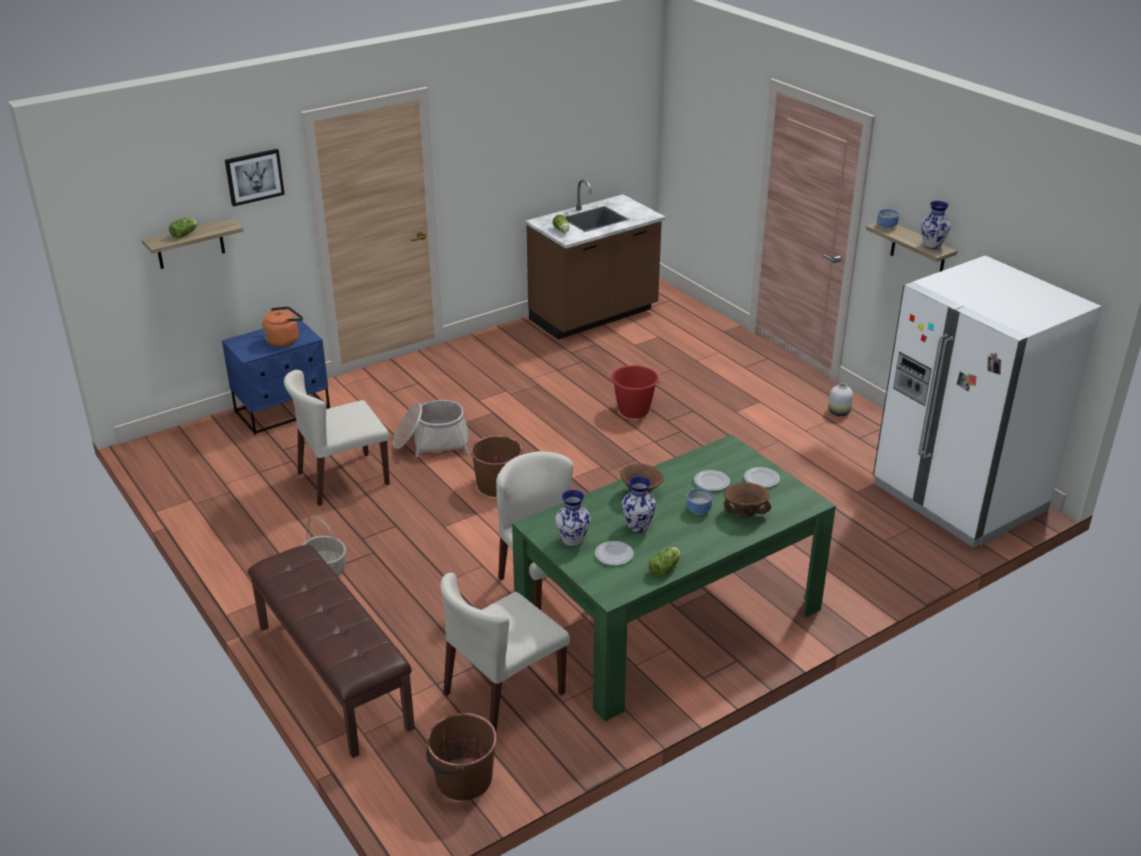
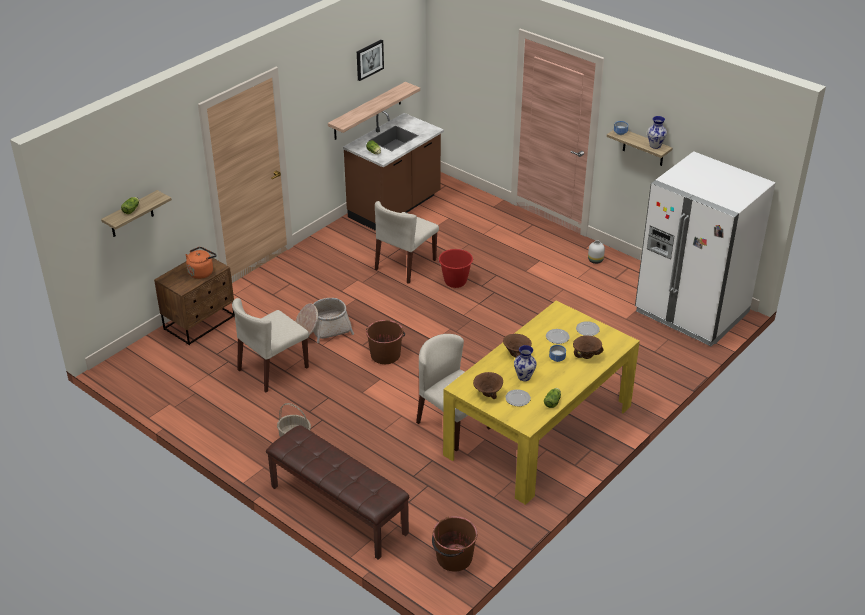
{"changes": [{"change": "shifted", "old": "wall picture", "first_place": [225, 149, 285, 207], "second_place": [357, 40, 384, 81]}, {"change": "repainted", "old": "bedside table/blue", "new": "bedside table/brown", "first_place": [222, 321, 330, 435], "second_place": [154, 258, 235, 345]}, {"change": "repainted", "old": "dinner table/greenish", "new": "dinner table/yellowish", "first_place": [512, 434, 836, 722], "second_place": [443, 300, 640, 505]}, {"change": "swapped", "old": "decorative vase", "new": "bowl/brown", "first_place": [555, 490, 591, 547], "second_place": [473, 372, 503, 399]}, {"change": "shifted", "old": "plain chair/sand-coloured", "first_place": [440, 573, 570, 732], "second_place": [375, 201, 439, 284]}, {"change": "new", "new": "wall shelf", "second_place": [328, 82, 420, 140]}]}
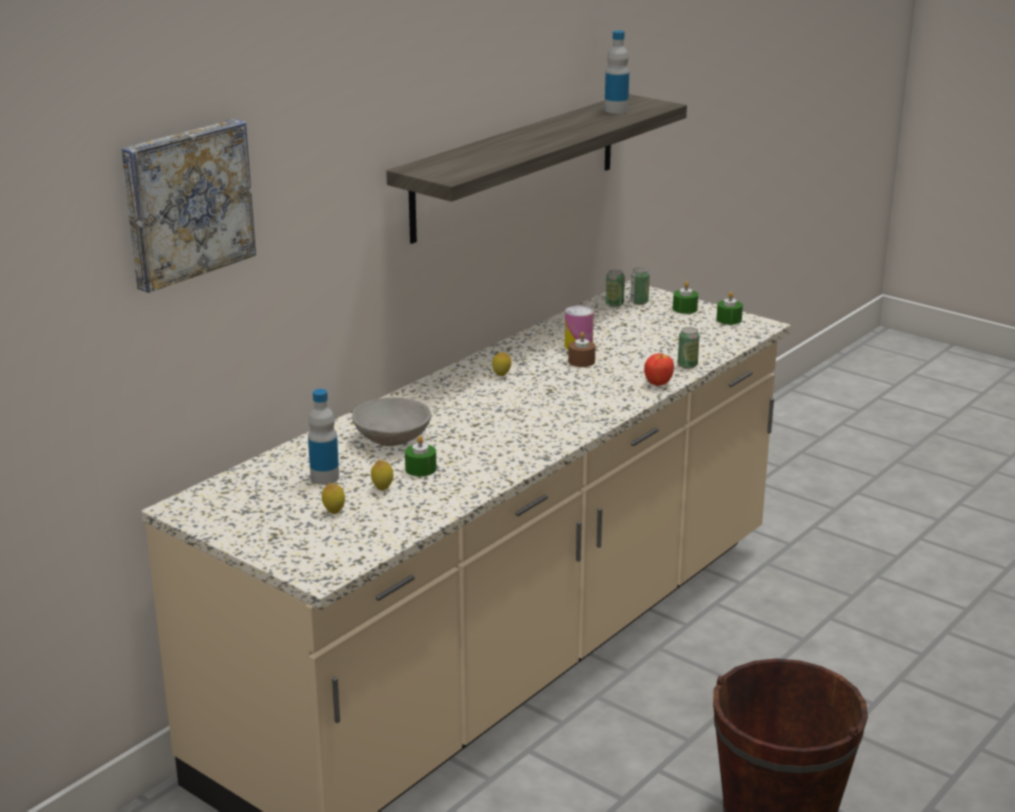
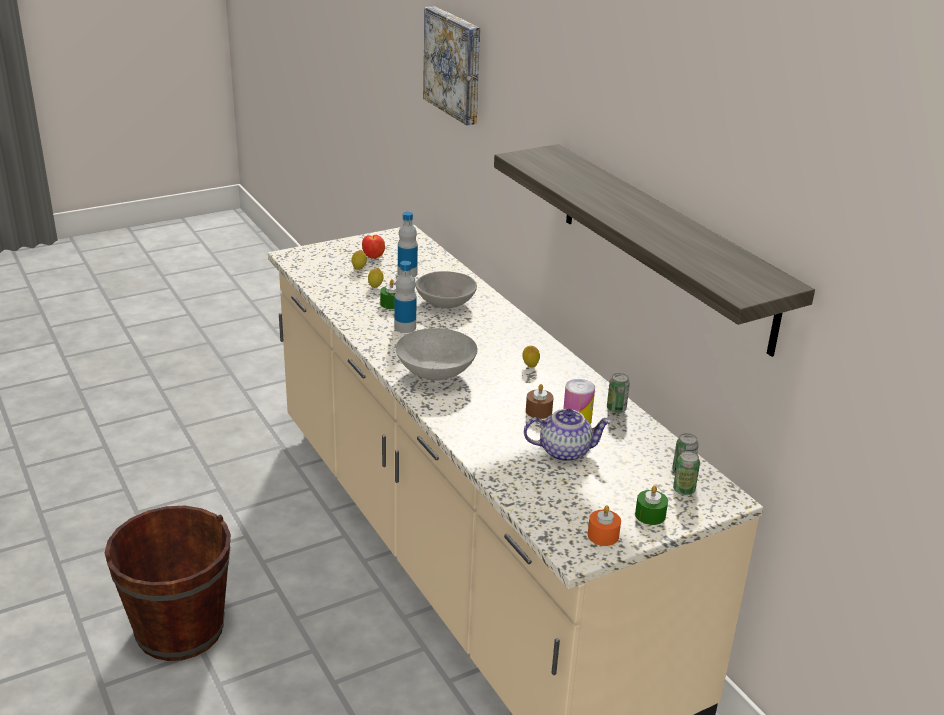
{"changes": [{"change": "shifted", "old": "beverage bottle", "first_place": [604, 30, 629, 114], "second_place": [395, 261, 416, 333]}, {"change": "repainted", "old": "wax candle/greenish", "new": "wax candle/orange", "first_place": [716, 292, 743, 325], "second_place": [588, 505, 621, 546]}, {"change": "shifted", "old": "can", "first_place": [678, 327, 699, 369], "second_place": [607, 373, 630, 413]}, {"change": "shifted", "old": "apple fruit", "first_place": [644, 353, 674, 386], "second_place": [362, 235, 385, 259]}, {"change": "new", "new": "bowl/grey", "second_place": [396, 328, 478, 381]}, {"change": "new", "new": "tea pot", "second_place": [524, 409, 612, 462]}]}
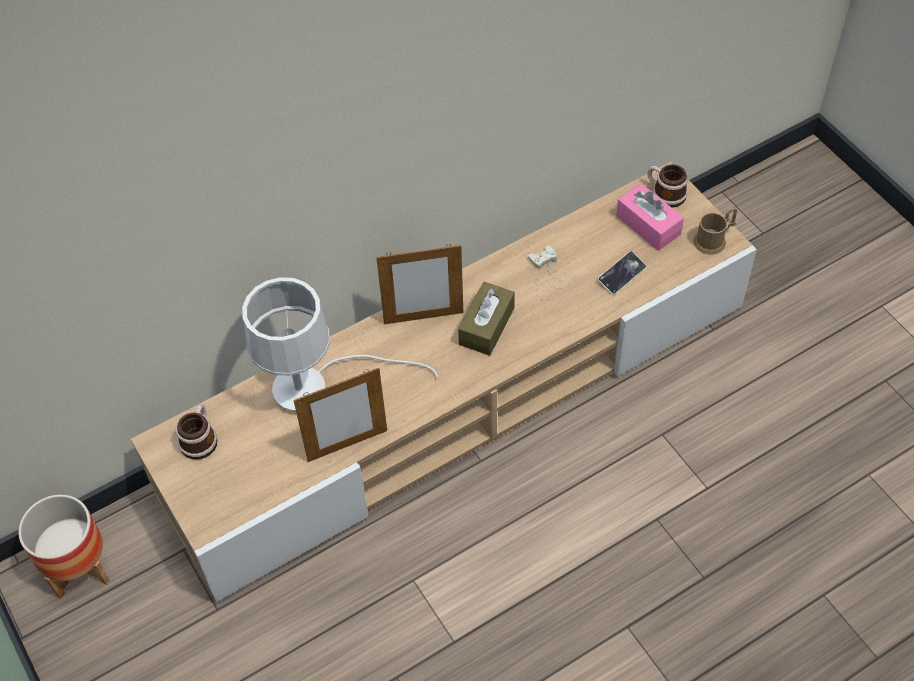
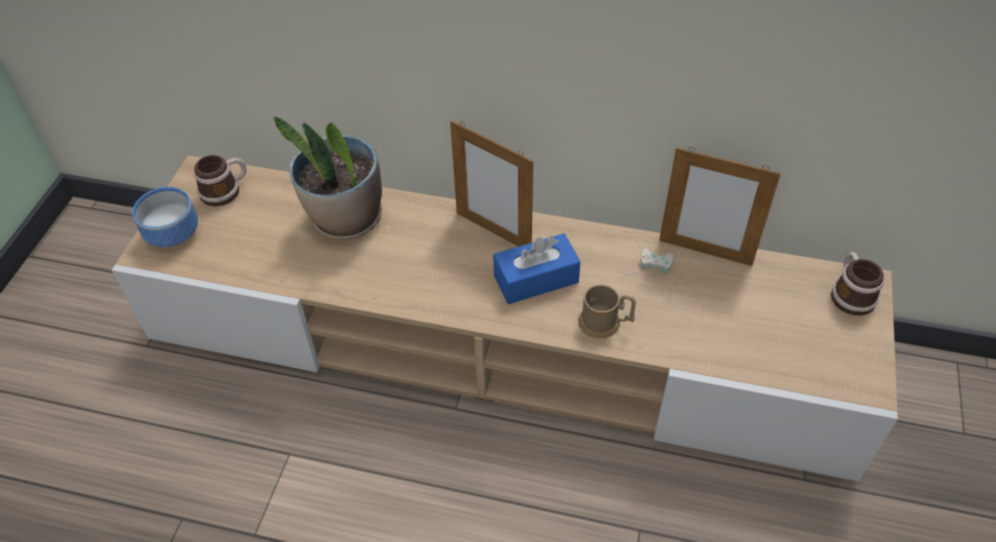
{"changes": [{"change": "gone", "old": "tissue holder/pink", "first_place": [616, 183, 684, 251]}, {"change": "shifted", "old": "tea mug/brown", "first_place": [693, 208, 737, 255], "second_place": [578, 285, 636, 339]}, {"change": "gone", "old": "telephone", "first_place": [598, 251, 647, 295]}, {"change": "swapped", "old": "table lamp/white", "new": "houseplant", "first_place": [242, 277, 438, 411], "second_place": [273, 116, 382, 240]}, {"change": "repainted", "old": "tissue holder/brown", "new": "tissue holder/blue", "first_place": [458, 282, 515, 356], "second_place": [493, 233, 581, 304]}, {"change": "shifted", "old": "standing frame", "first_place": [294, 368, 387, 462], "second_place": [659, 147, 781, 266]}, {"change": "gone", "old": "flower pot", "first_place": [18, 495, 110, 599]}, {"change": "new", "new": "bowl", "second_place": [132, 187, 198, 247]}]}
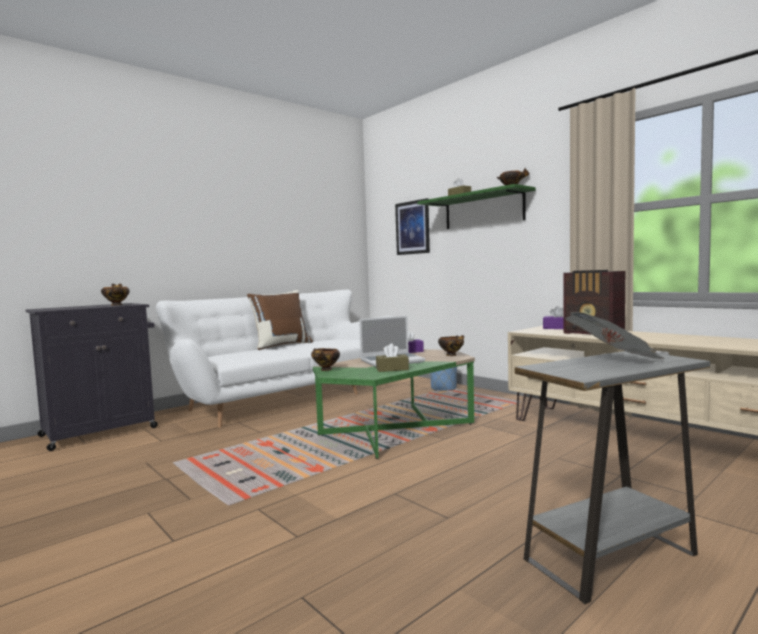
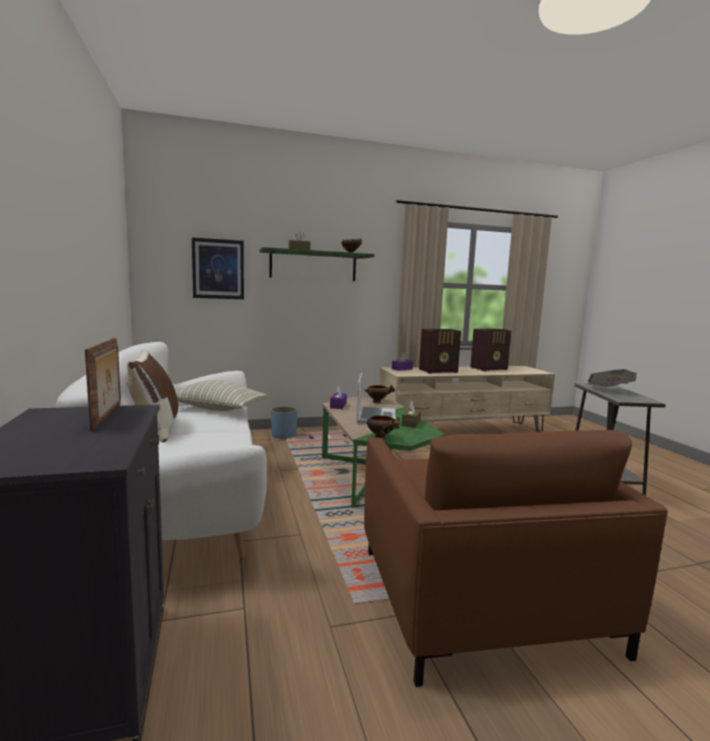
{"changes": [{"change": "swapped", "old": "bowl", "new": "standing frame", "first_place": [101, 284, 130, 306], "second_place": [85, 338, 121, 432]}, {"change": "new", "new": "radio", "second_place": [470, 329, 511, 371]}, {"change": "new", "new": "throw pillow", "second_place": [175, 380, 267, 411]}, {"change": "new", "new": "lounge chair/brown", "second_place": [364, 430, 668, 687]}]}
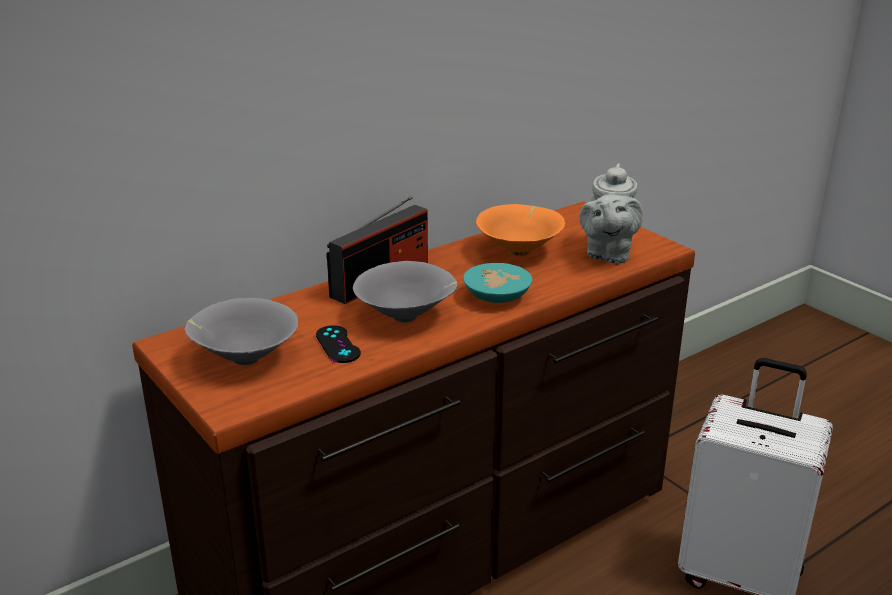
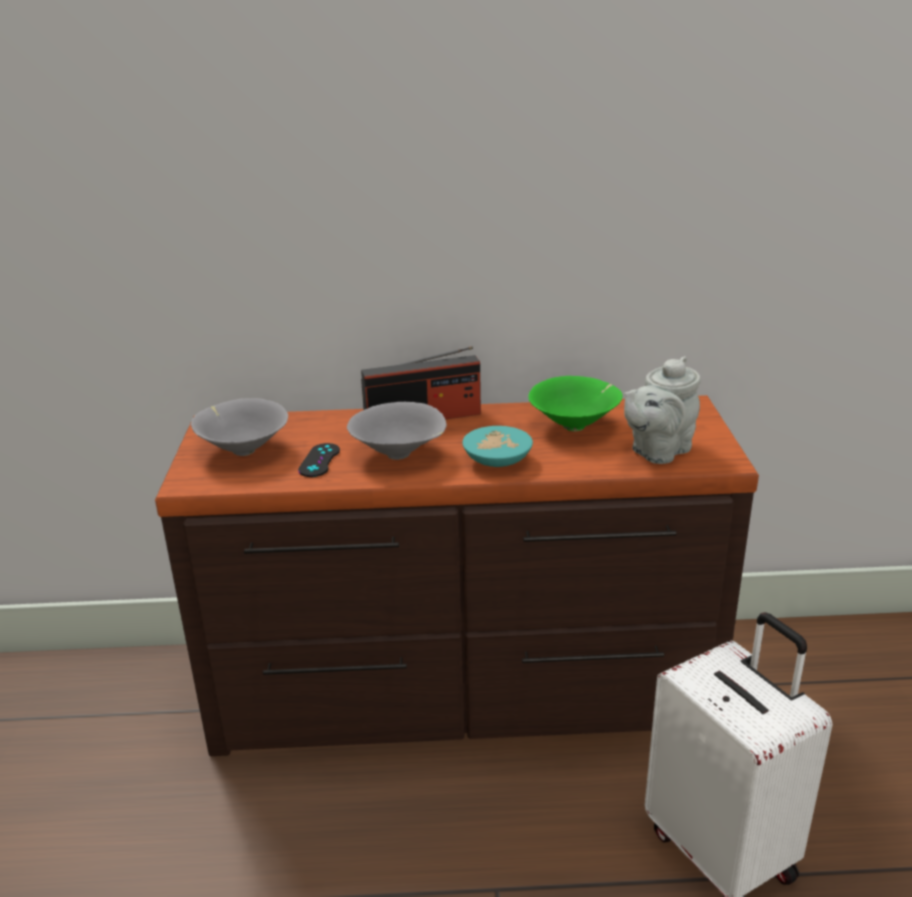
{"changes": [{"change": "repainted", "old": "bowl/orange", "new": "bowl/greenish", "first_place": [476, 204, 565, 256], "second_place": [528, 376, 623, 431]}]}
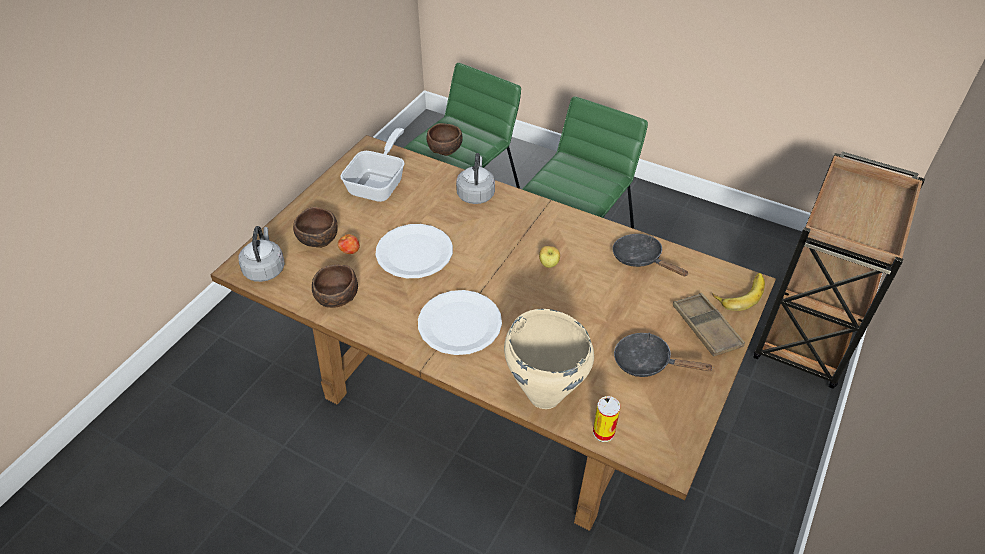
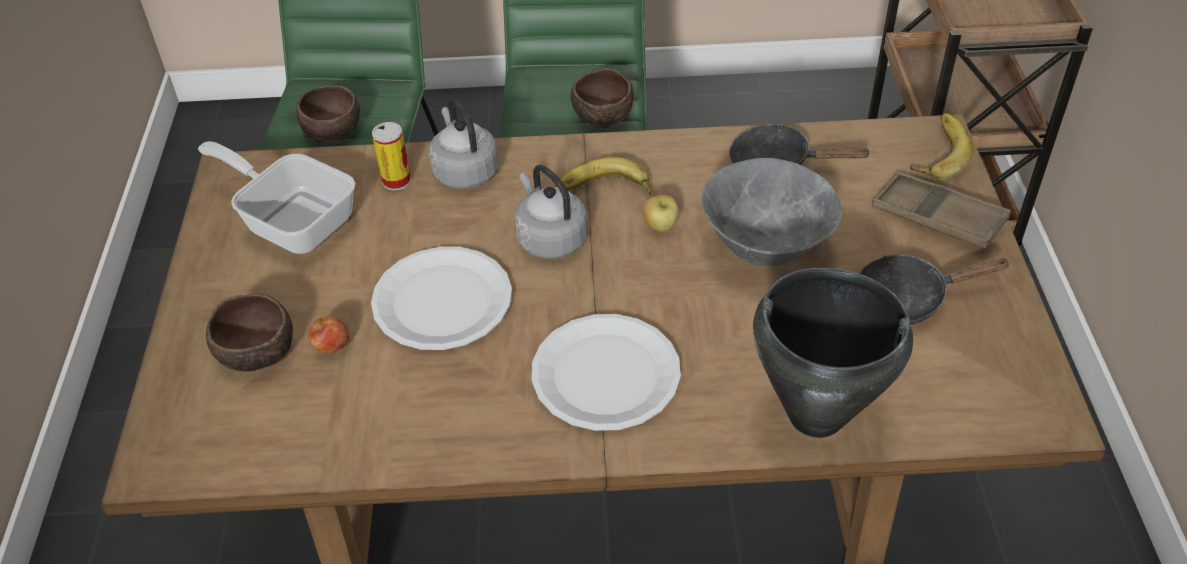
{"changes": [{"change": "rotated", "old": "frying pan", "first_place": [340, 128, 405, 202], "second_place": [198, 141, 355, 254], "degrees": -45}, {"change": "shifted", "old": "kettle/grey", "first_place": [239, 226, 285, 282], "second_place": [514, 165, 588, 259]}, {"change": "shifted", "old": "bowl/brown", "first_place": [312, 264, 358, 308], "second_place": [571, 68, 634, 128]}, {"change": "repainted", "old": "stockpot/sand-coloured", "new": "stockpot/black-coloured", "first_place": [504, 309, 594, 409], "second_place": [753, 268, 913, 438]}, {"change": "shifted", "old": "can", "first_place": [593, 396, 620, 442], "second_place": [372, 122, 411, 191]}, {"change": "new", "new": "banana", "second_place": [556, 157, 651, 195]}, {"change": "new", "new": "bowl/grey", "second_place": [701, 158, 842, 266]}]}
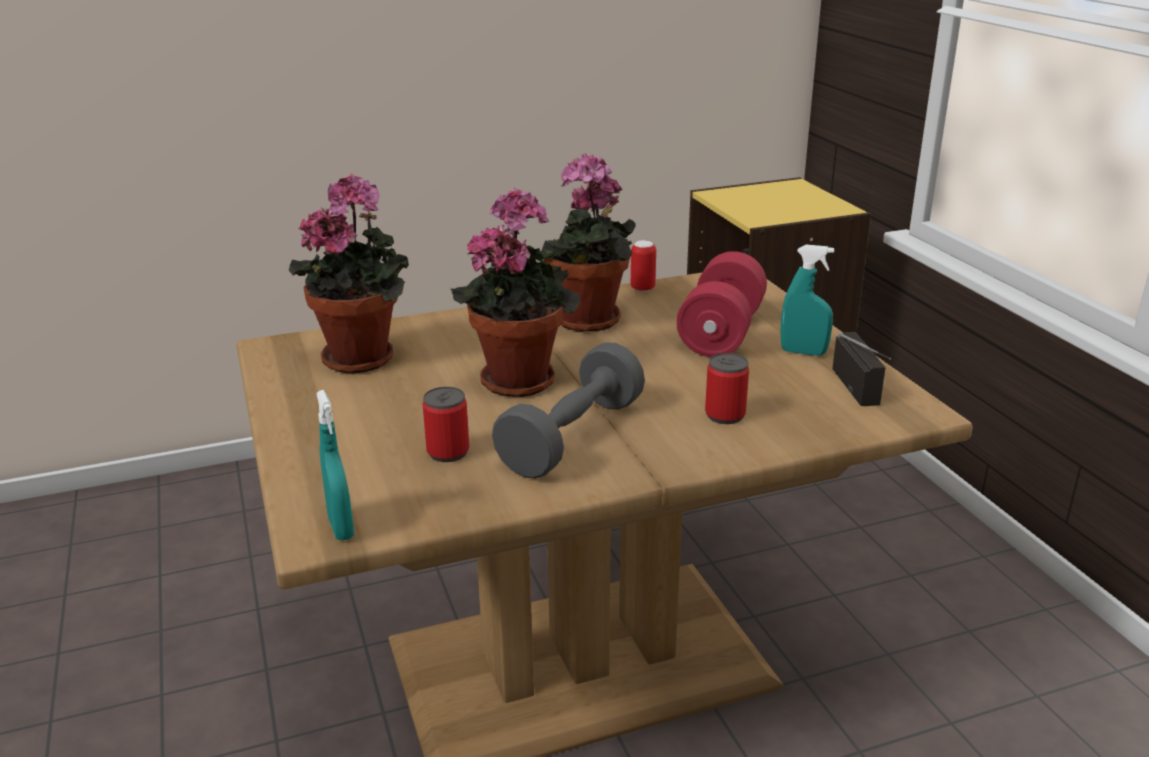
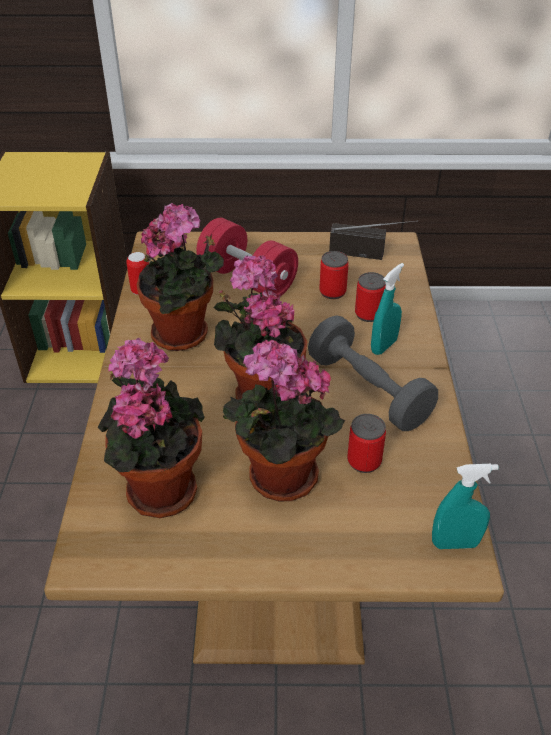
{"changes": [{"change": "shifted", "old": "sprayer/blue-green", "first_place": [780, 245, 834, 356], "second_place": [371, 263, 404, 355]}, {"change": "new", "new": "can", "second_place": [319, 251, 349, 299]}, {"change": "new", "new": "houseplant", "second_place": [223, 340, 345, 501]}]}
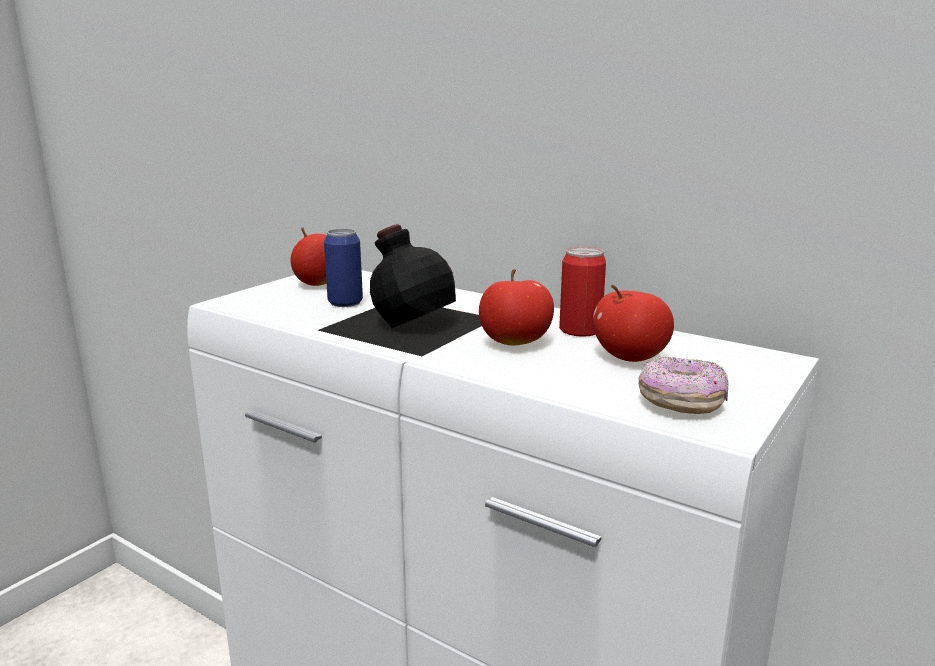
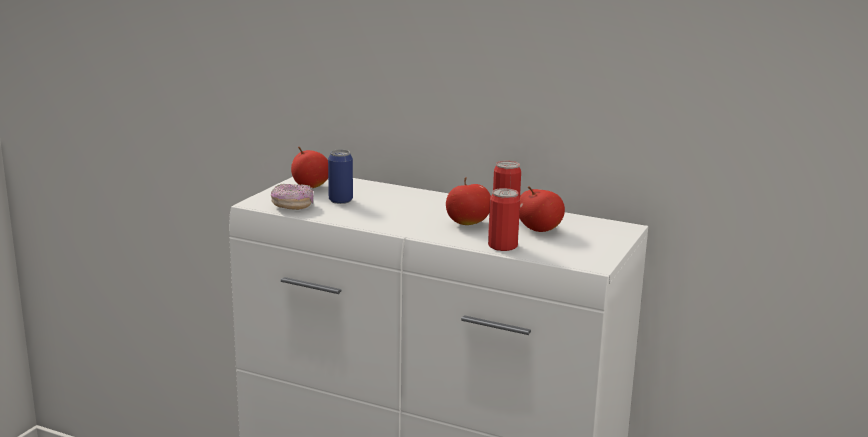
{"changes": [{"change": "gone", "old": "beverage bottle/black-coloured", "first_place": [318, 224, 482, 356]}, {"change": "shifted", "old": "doughnut", "first_place": [639, 357, 729, 414], "second_place": [271, 184, 314, 210]}, {"change": "new", "new": "can", "second_place": [488, 188, 520, 251]}]}
